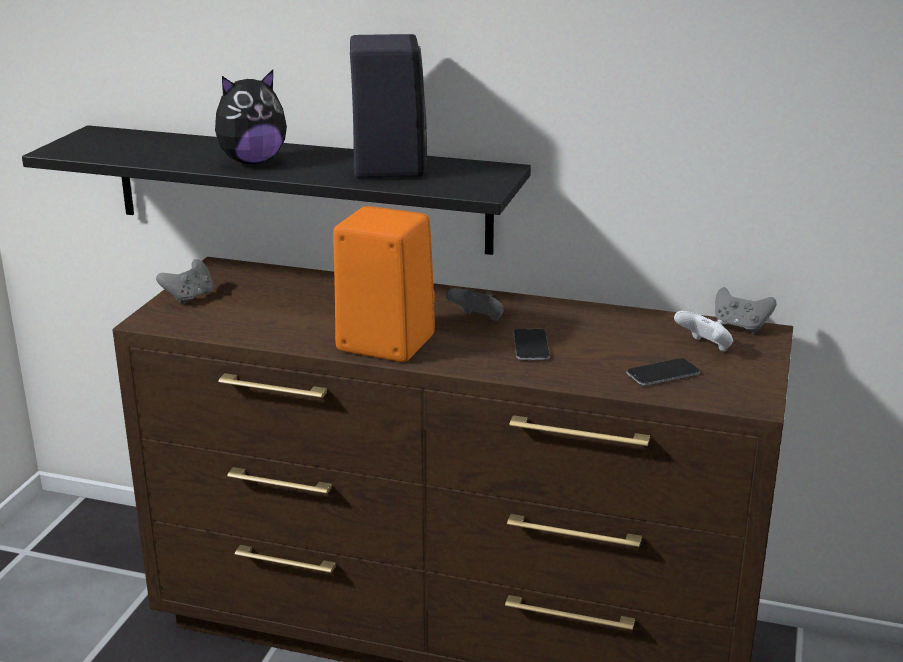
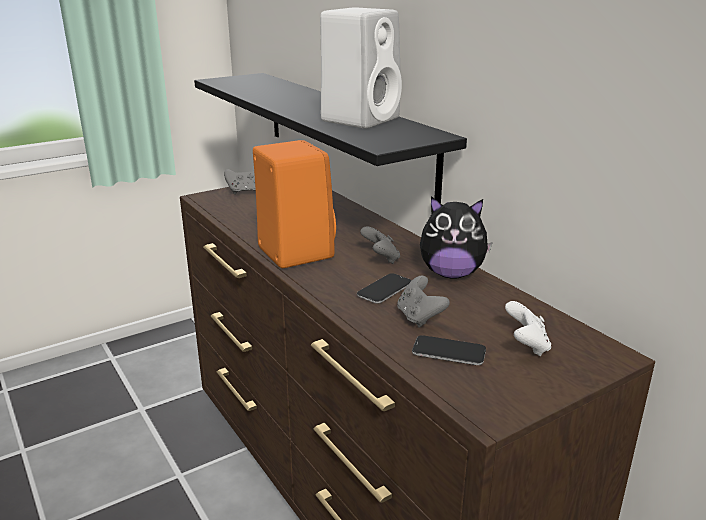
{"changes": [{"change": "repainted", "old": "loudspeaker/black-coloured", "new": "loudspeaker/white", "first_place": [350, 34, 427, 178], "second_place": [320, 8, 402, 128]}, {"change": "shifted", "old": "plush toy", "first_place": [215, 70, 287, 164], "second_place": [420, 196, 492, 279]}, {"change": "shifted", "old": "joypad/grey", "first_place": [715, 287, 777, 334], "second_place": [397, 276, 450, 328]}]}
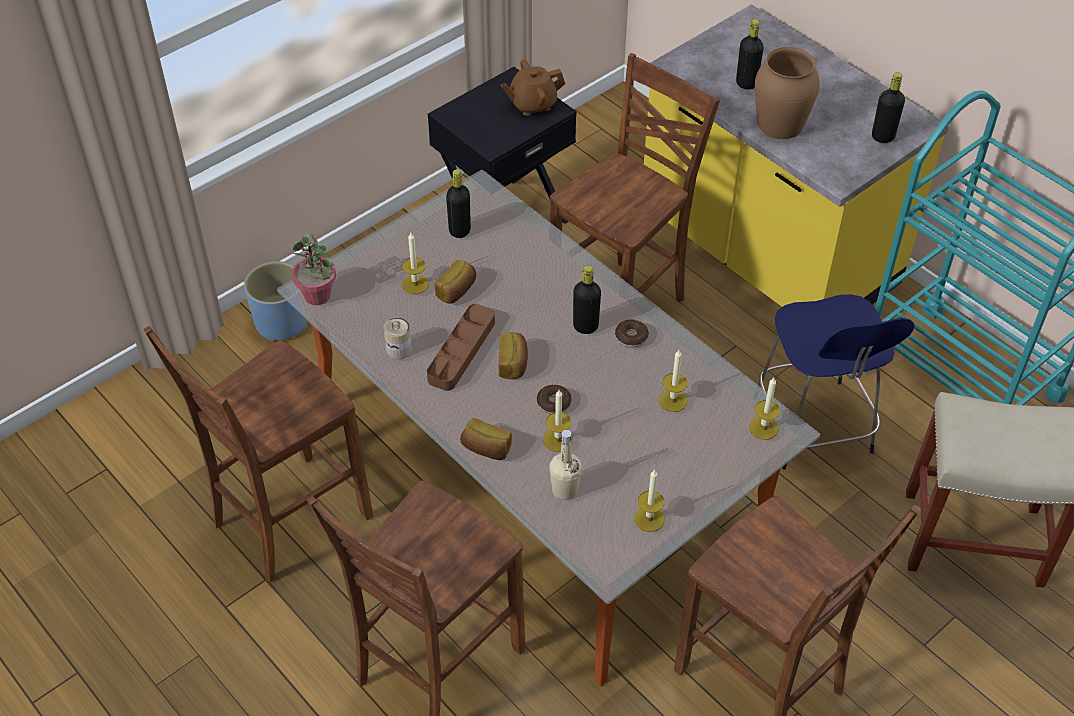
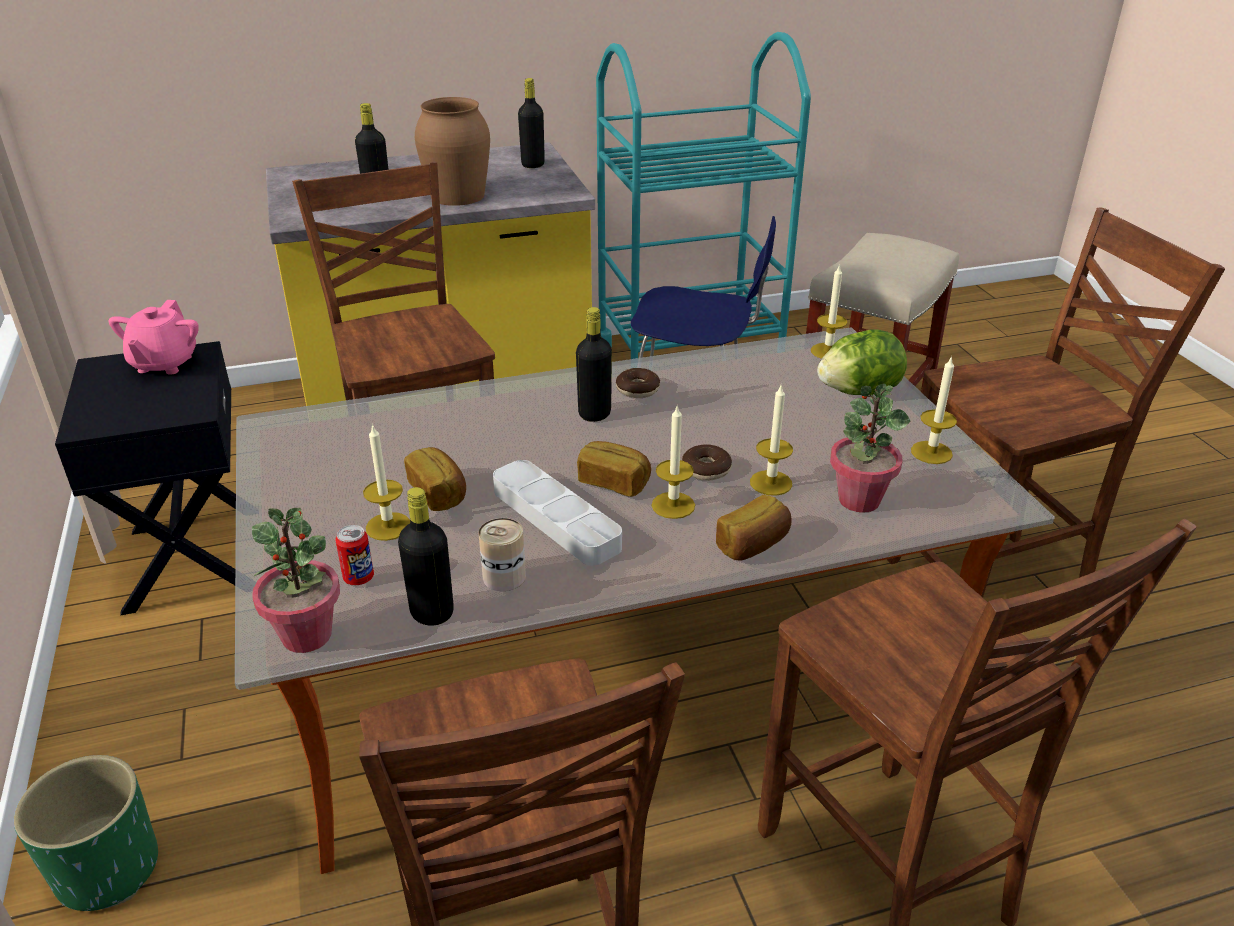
{"changes": [{"change": "repainted", "old": "tea pot/brown", "new": "tea pot/pink", "first_place": [500, 59, 565, 116], "second_place": [109, 300, 199, 375]}, {"change": "shifted", "old": "beverage bottle/black-coloured", "first_place": [446, 169, 471, 238], "second_place": [398, 487, 454, 626]}, {"change": "repainted", "old": "flower pot/blue", "new": "flower pot/greenish", "first_place": [244, 261, 308, 341], "second_place": [14, 755, 158, 911]}, {"change": "repainted", "old": "tray/brown", "new": "tray/grey", "first_place": [427, 304, 495, 391], "second_place": [493, 460, 622, 566]}, {"change": "shifted", "old": "wax candle", "first_place": [658, 350, 688, 412], "second_place": [651, 406, 695, 519]}, {"change": "swapped", "old": "beverage bottle/sand-coloured", "new": "houseplant", "first_place": [549, 430, 582, 500], "second_place": [830, 384, 910, 513]}, {"change": "new", "new": "head of lettuce", "second_place": [817, 329, 907, 395]}, {"change": "new", "new": "can", "second_place": [335, 525, 374, 585]}]}
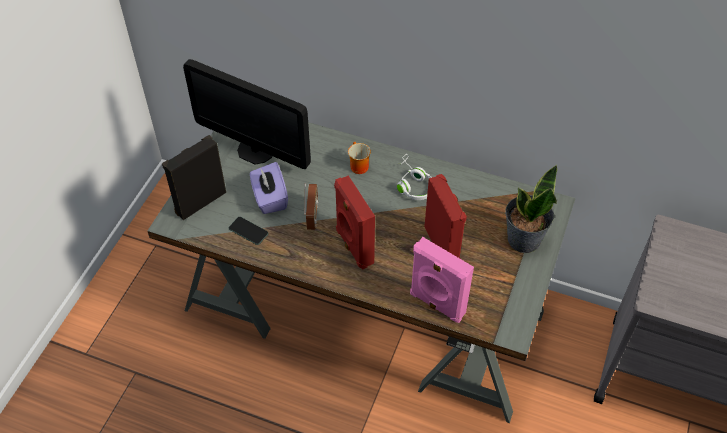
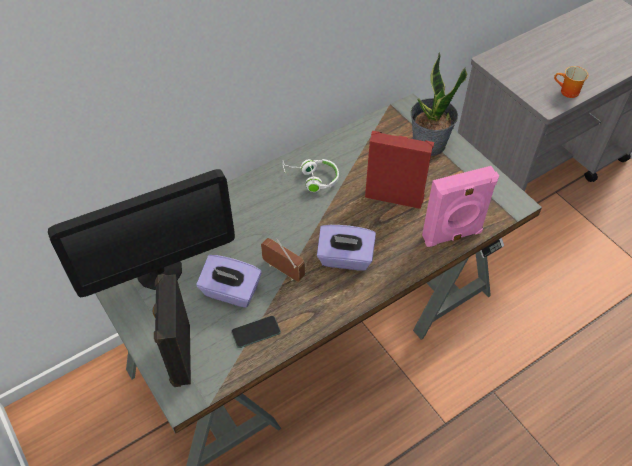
{"changes": [{"change": "shifted", "old": "tea mug", "first_place": [348, 142, 371, 174], "second_place": [554, 66, 588, 98]}, {"change": "swapped", "old": "loudspeaker/reddish", "new": "tissue holder/purple", "first_place": [334, 175, 375, 269], "second_place": [317, 225, 376, 271]}]}
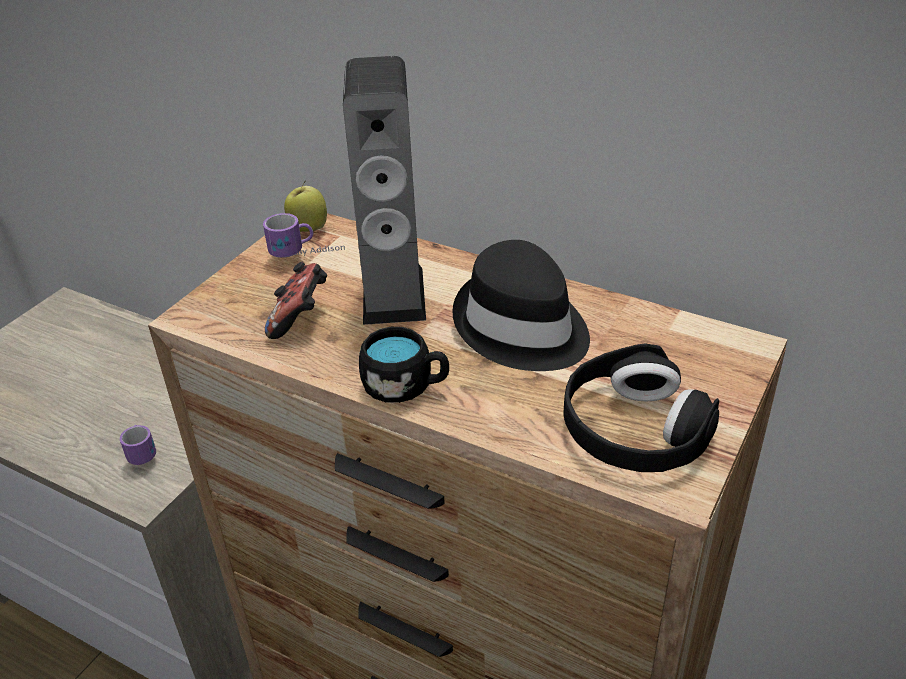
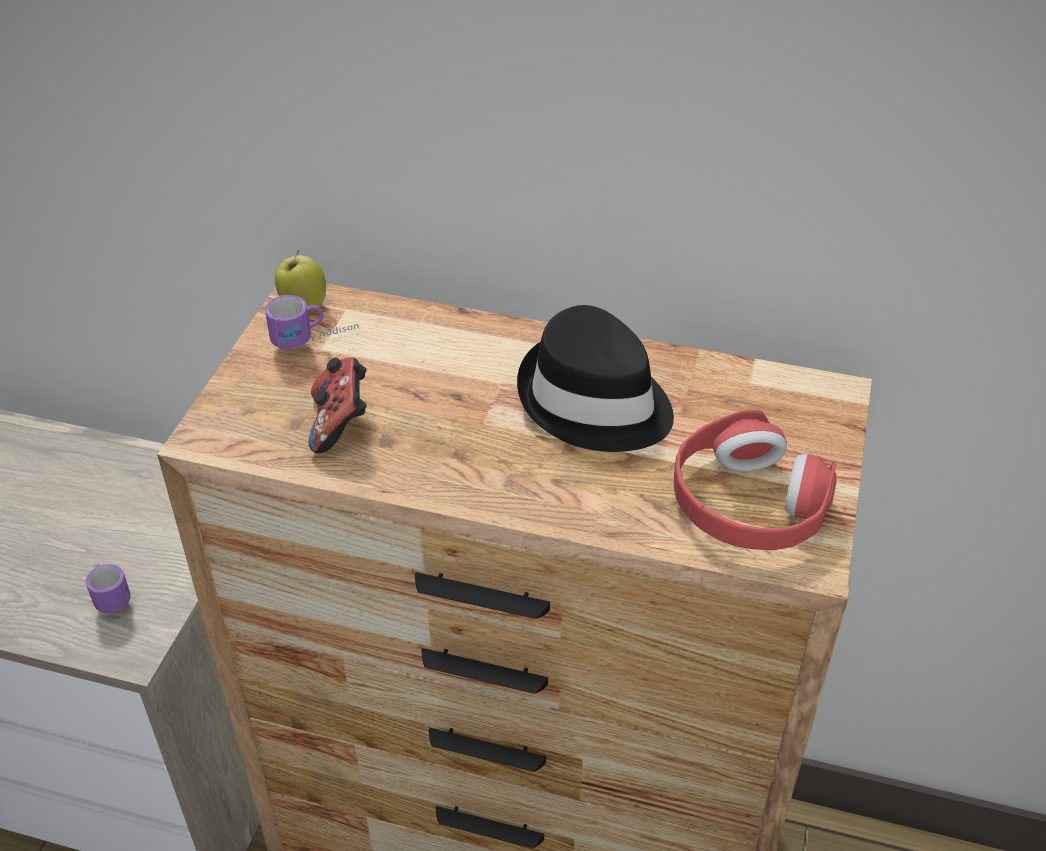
{"changes": [{"change": "gone", "old": "loudspeaker", "first_place": [343, 56, 426, 325]}, {"change": "gone", "old": "tea mug/black-coloured", "first_place": [359, 327, 449, 403]}, {"change": "repainted", "old": "headphones/black-coloured", "new": "headphones/reddish", "first_place": [563, 343, 719, 472], "second_place": [674, 410, 837, 550]}]}
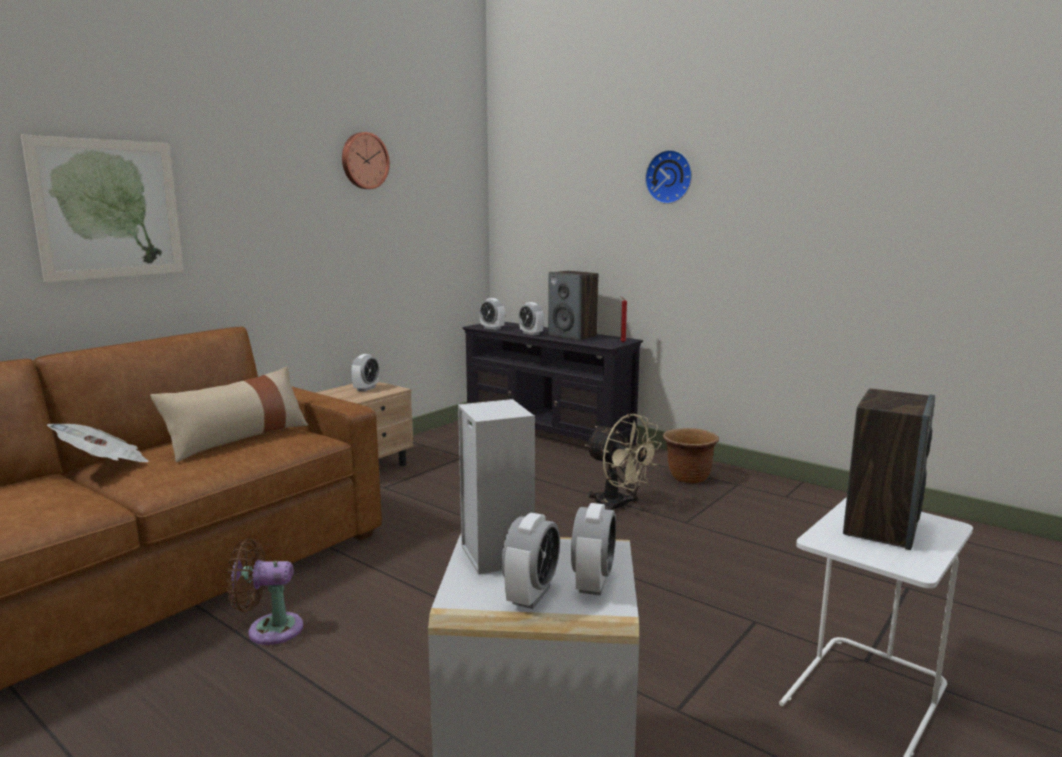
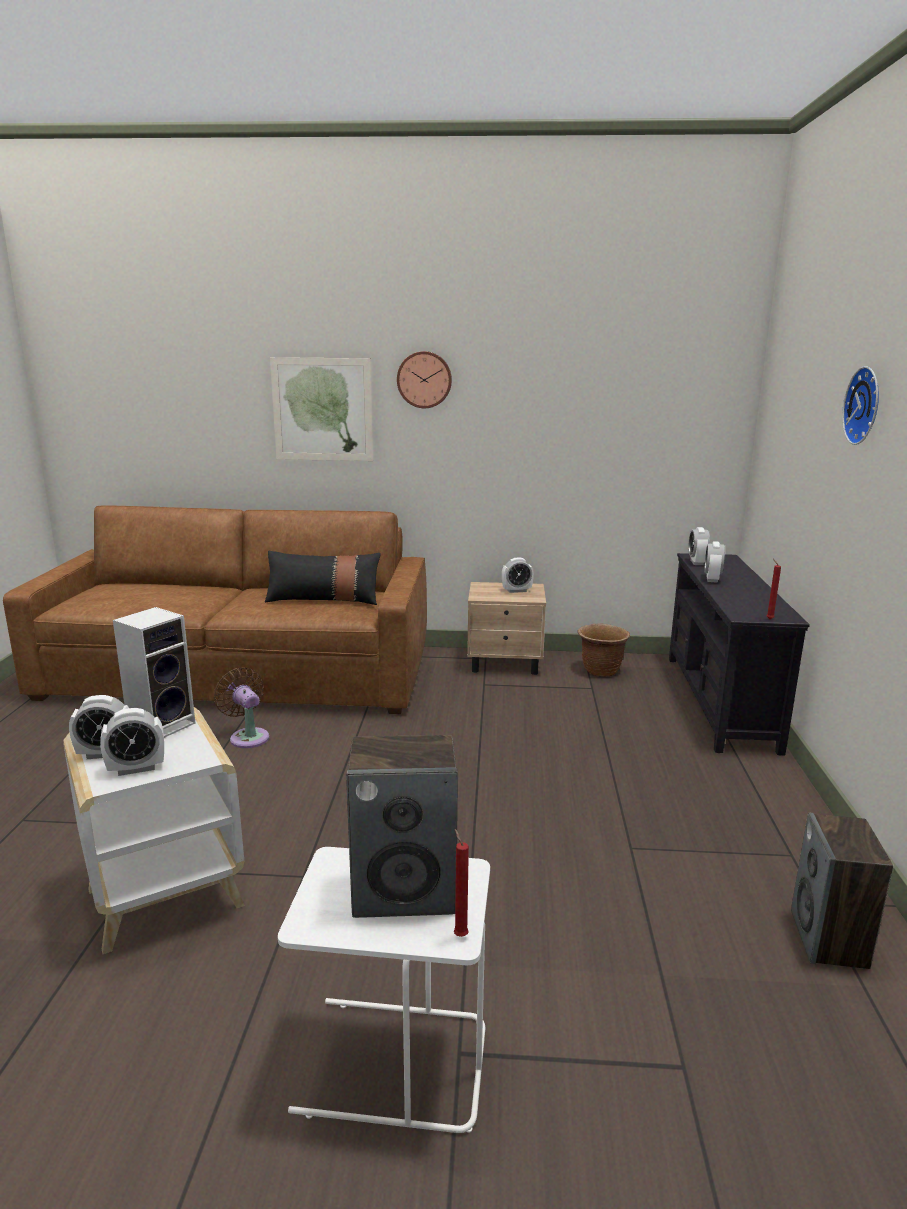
{"changes": [{"change": "shifted", "old": "hanging clock", "first_place": [342, 132, 390, 189], "second_place": [397, 351, 452, 408]}, {"change": "shifted", "old": "loudspeaker", "first_place": [548, 271, 598, 341], "second_place": [791, 813, 893, 969]}, {"change": "repainted", "old": "throw pillow/sand-coloured", "new": "throw pillow/black-coloured", "first_place": [150, 367, 308, 463], "second_place": [265, 551, 381, 605]}, {"change": "gone", "old": "cooling fan/sand-coloured", "first_place": [585, 413, 662, 510]}, {"change": "gone", "old": "newspaper", "first_place": [47, 424, 149, 462]}, {"change": "shifted", "old": "flower pot/brown", "first_place": [663, 428, 719, 484], "second_place": [577, 623, 630, 677]}, {"change": "new", "new": "wax candle/reddish", "second_place": [454, 829, 469, 937]}]}
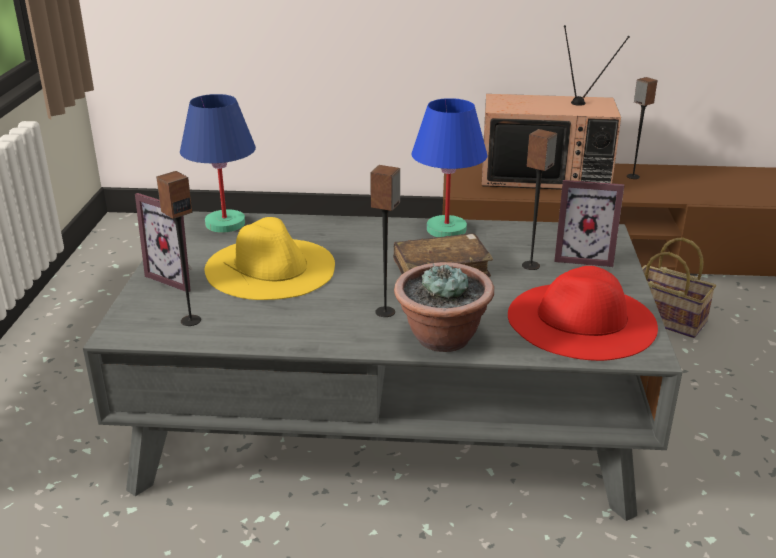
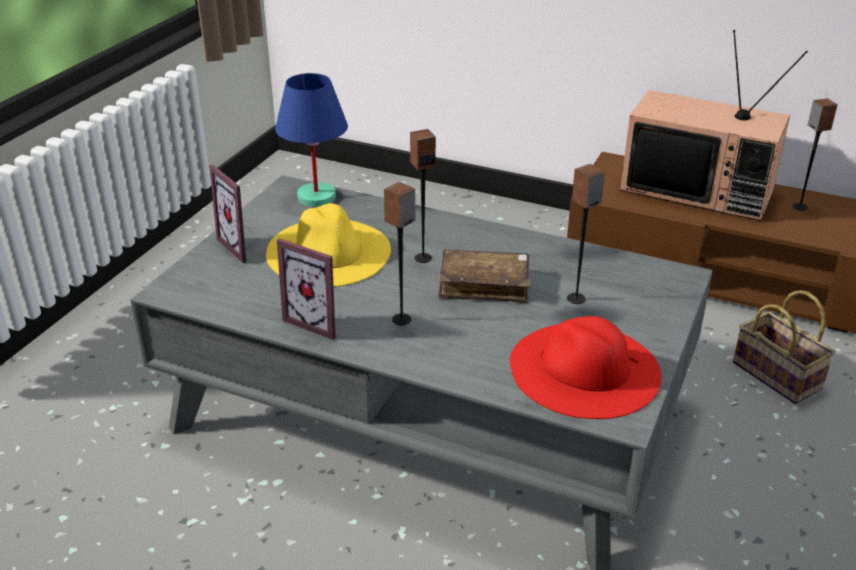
{"changes": [{"change": "gone", "old": "table lamp/blue", "first_place": [411, 98, 488, 237]}, {"change": "shifted", "old": "loudspeaker", "first_place": [156, 171, 201, 326], "second_place": [410, 129, 436, 263]}, {"change": "shifted", "old": "standing frame", "first_place": [554, 180, 624, 267], "second_place": [277, 238, 335, 340]}, {"change": "gone", "old": "houseplant", "first_place": [394, 262, 494, 352]}]}
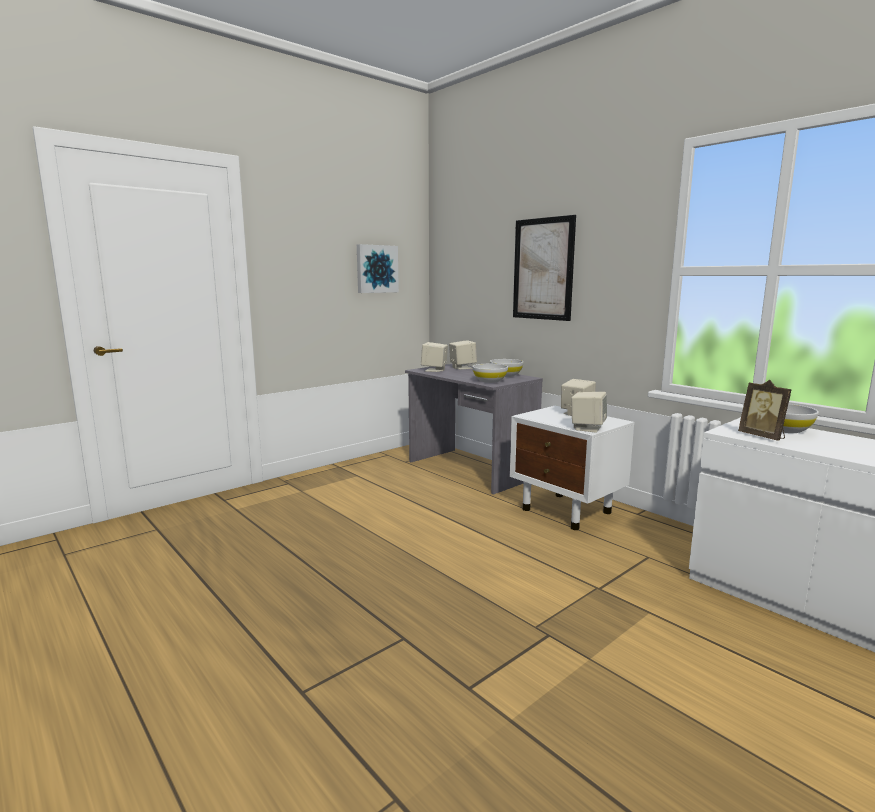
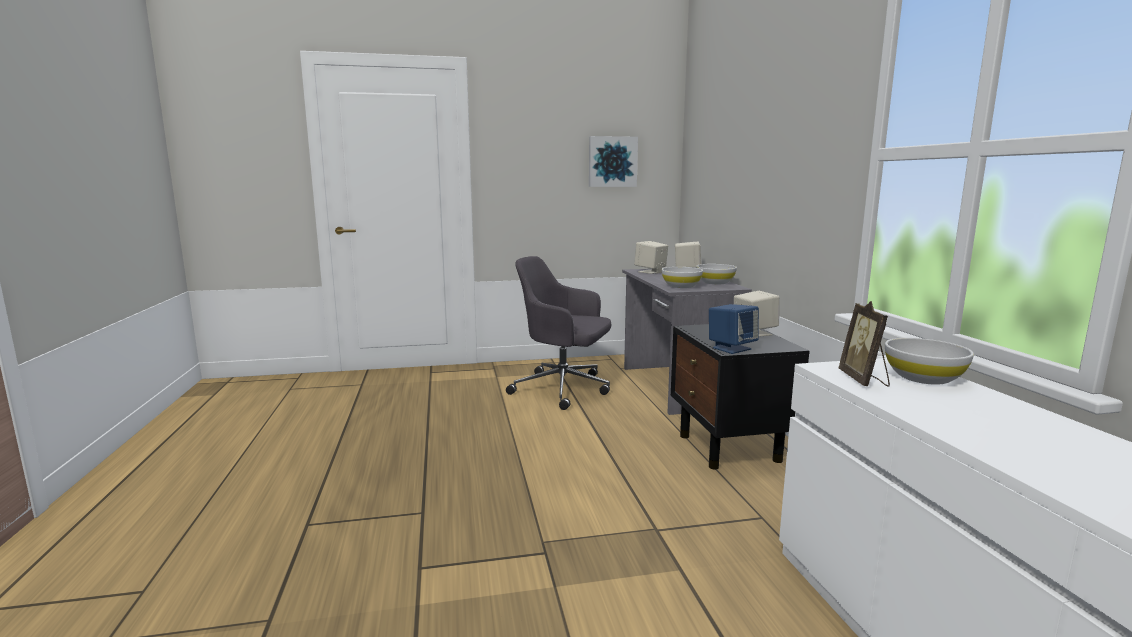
{"changes": [{"change": "gone", "old": "wall picture", "first_place": [513, 215, 576, 321]}, {"change": "repainted", "old": "loudspeaker/sand-coloured", "new": "loudspeaker/blue", "first_place": [571, 392, 607, 433], "second_place": [709, 304, 759, 354]}, {"change": "repainted", "old": "bedside table/white", "new": "bedside table/black-coloured", "first_place": [510, 406, 635, 530], "second_place": [671, 324, 810, 470]}, {"change": "new", "new": "office chair/grey", "second_place": [506, 256, 611, 410]}]}
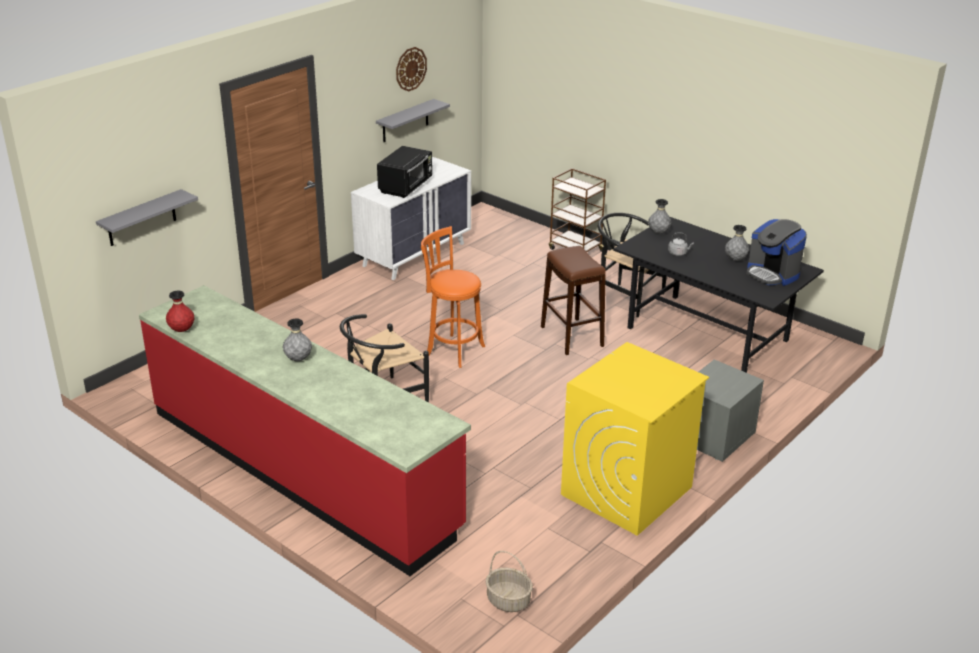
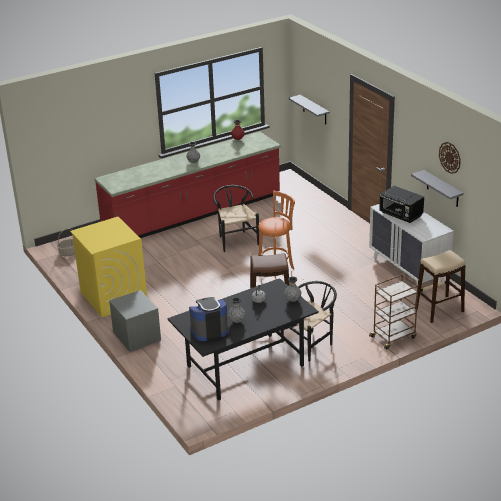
{"changes": [{"change": "new", "new": "sitting stool/sand-coloured", "second_place": [415, 250, 466, 323]}]}
